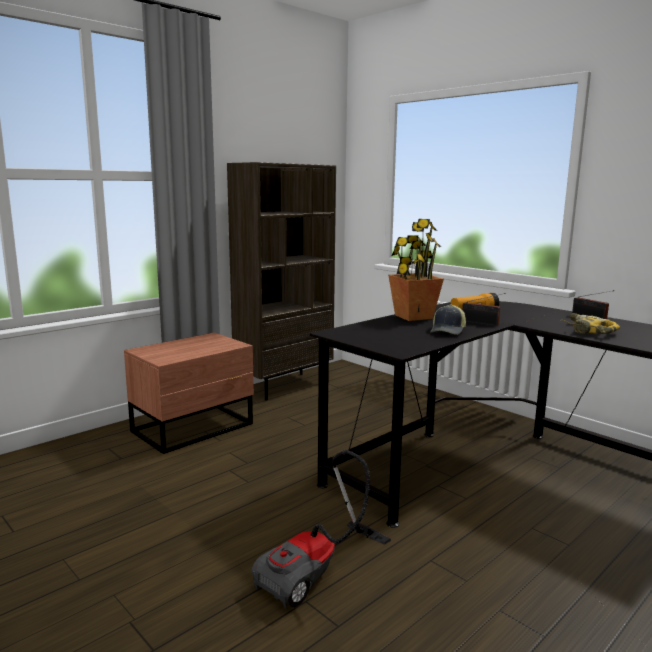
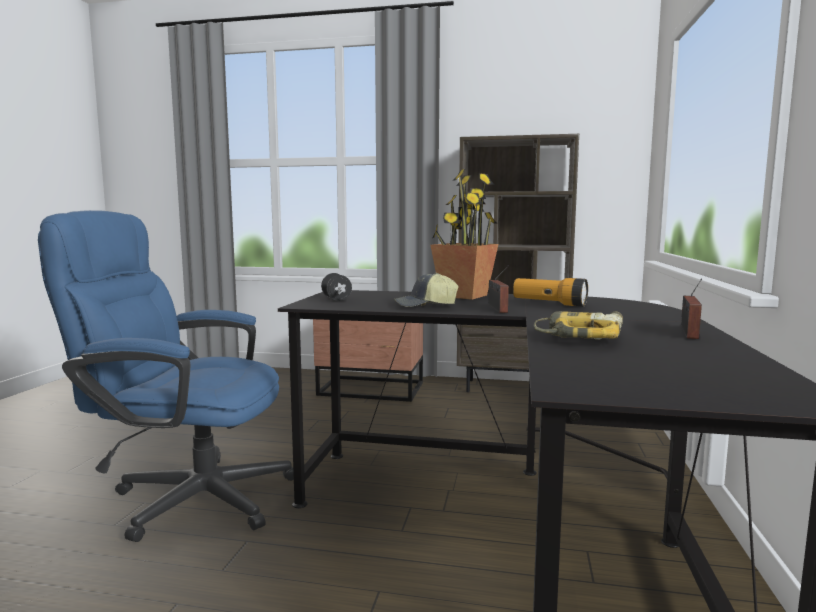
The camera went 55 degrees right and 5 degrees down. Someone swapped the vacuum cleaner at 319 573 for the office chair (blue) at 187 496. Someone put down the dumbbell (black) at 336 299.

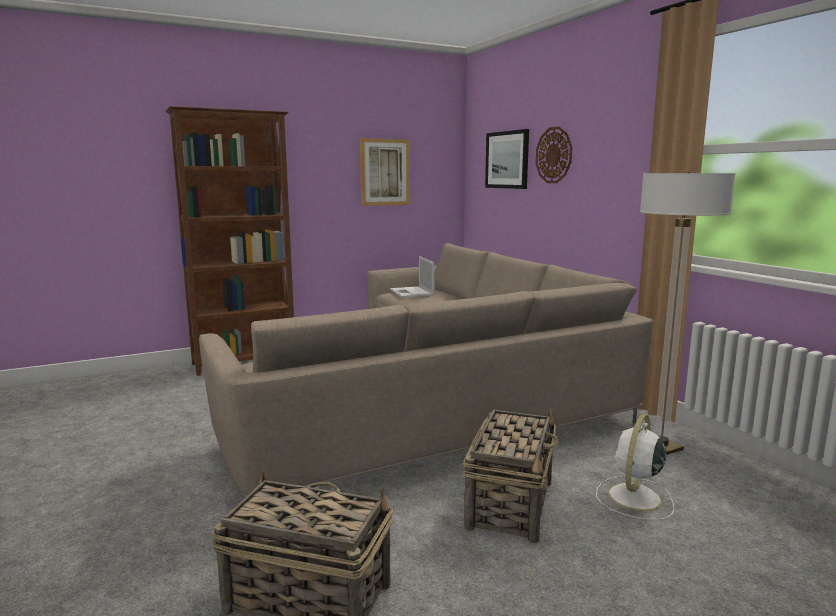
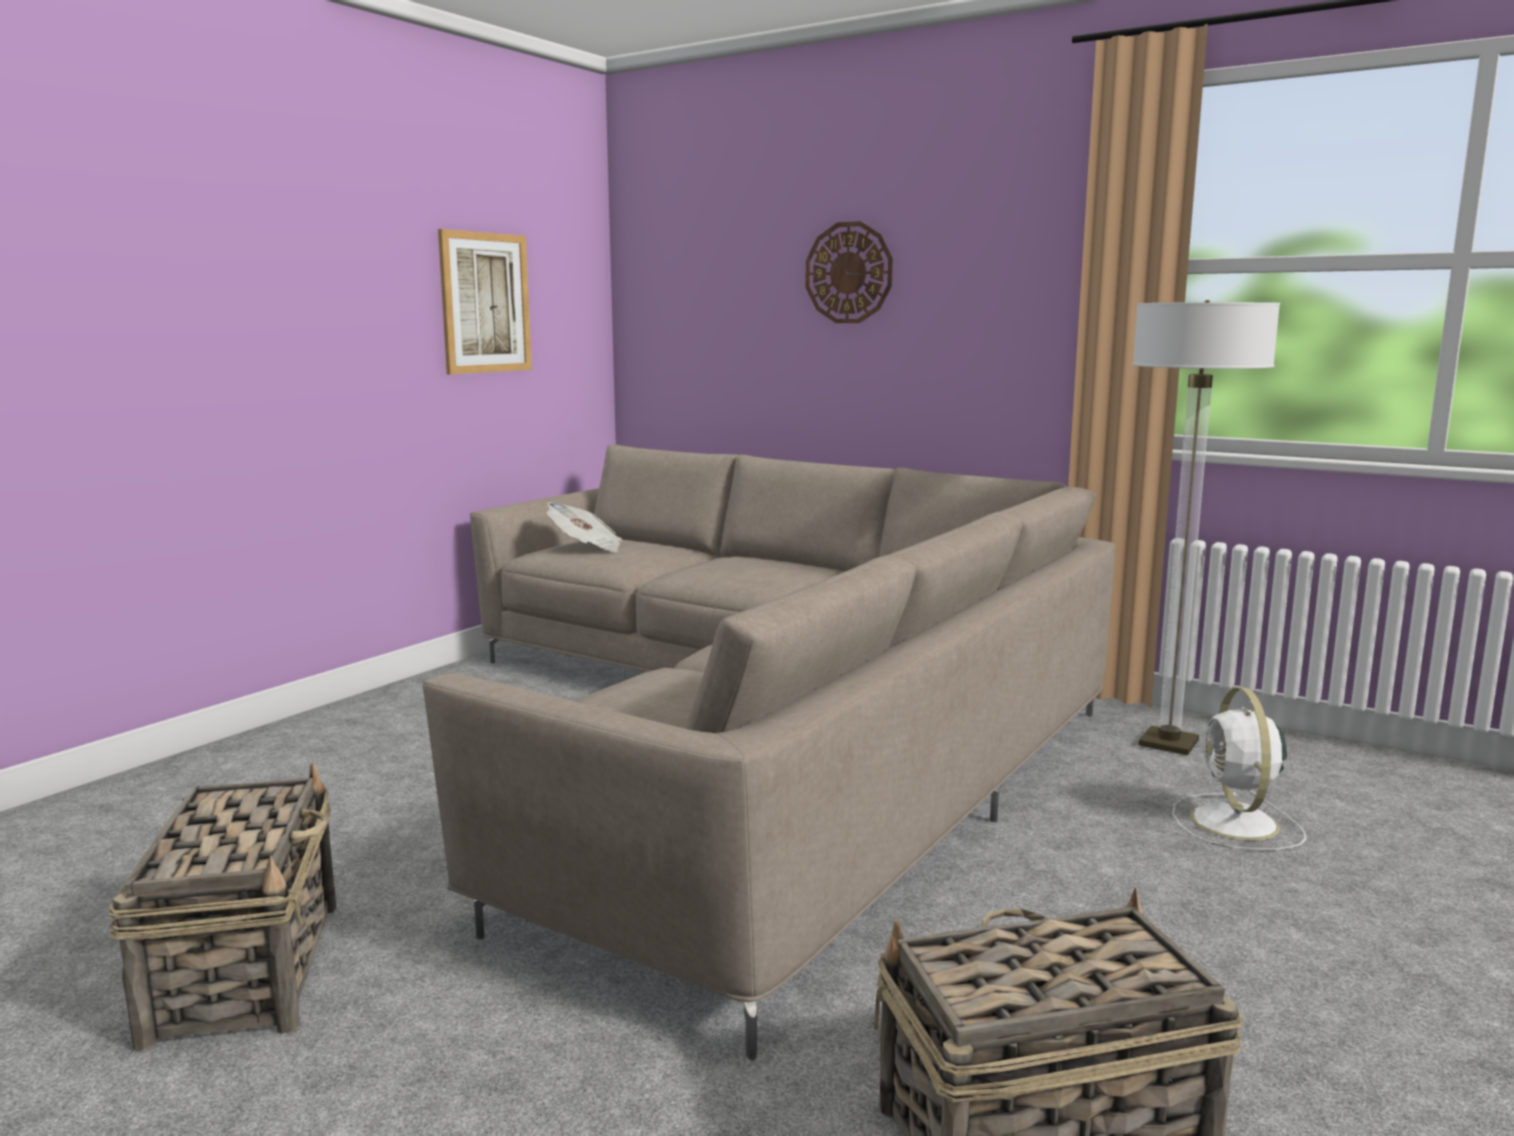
The camera went 30 degrees left and 0 degrees up. Someone took away the bookcase (brown) at 245 363. Someone took away the picture at 507 160. Someone swapped the laptop at 412 293 for the newspaper at 586 548. Someone carried the basket from 510 504 to 246 968.

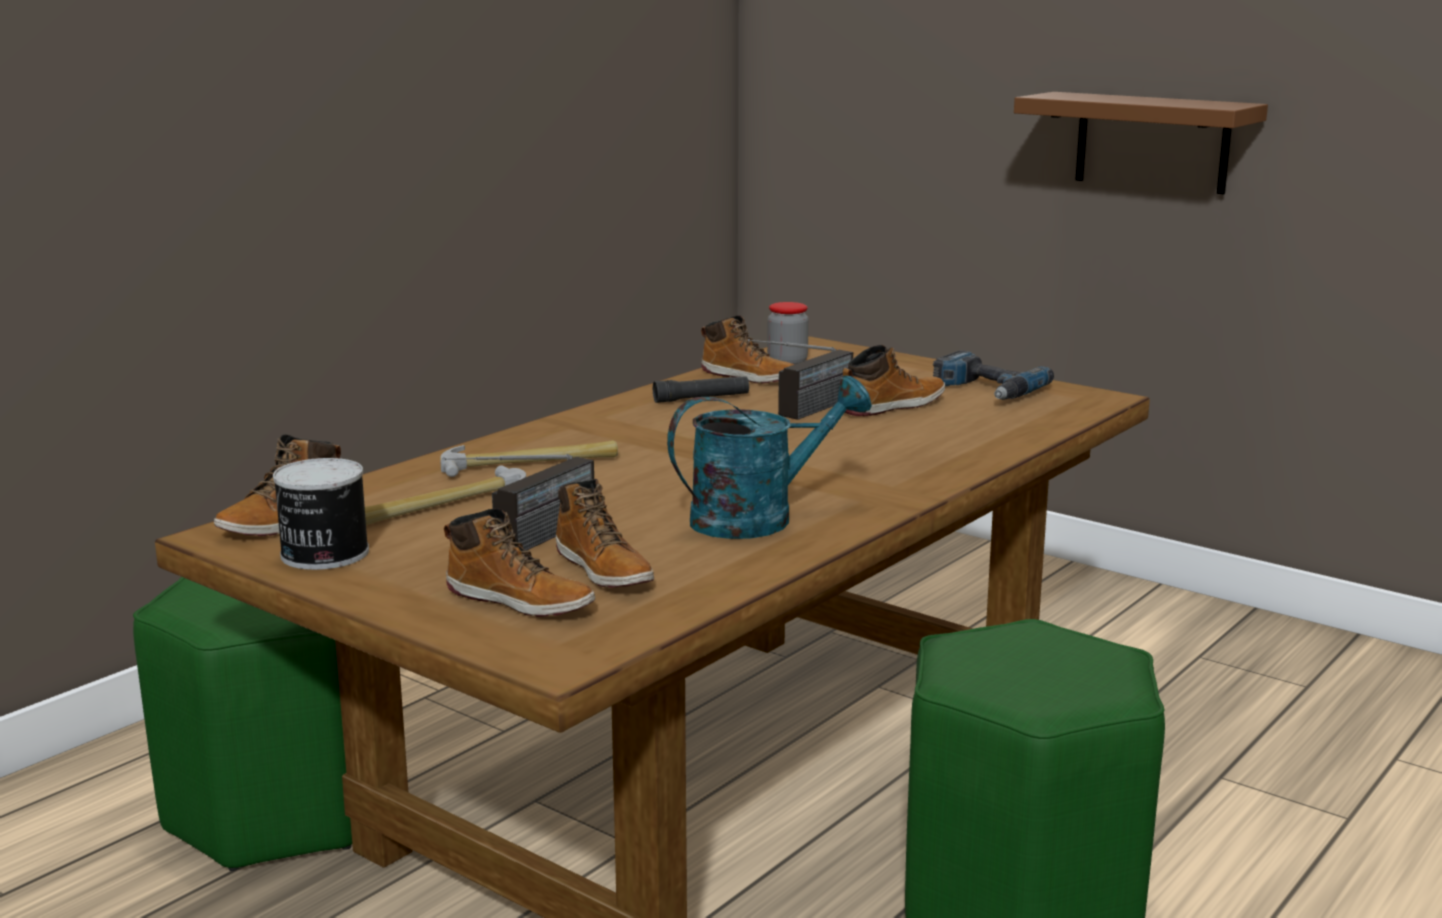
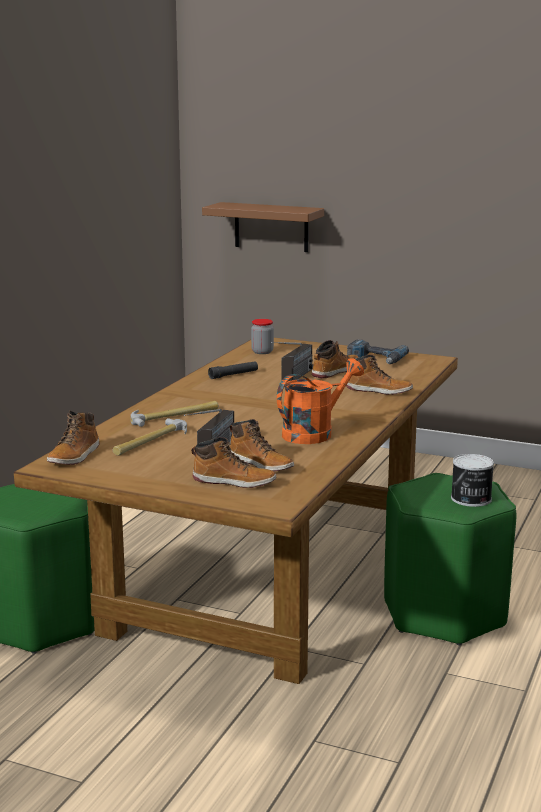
The camera went 15 degrees left and 0 degrees up. Someone carried the shelf (brown) from 1152 142 to 271 227. Someone carried the boot from 750 377 to 379 390. Someone repainted the watering can (turquoise) at 758 518, which became the watering can (orange) at 314 433. Someone carried the can from 323 554 to 471 499.

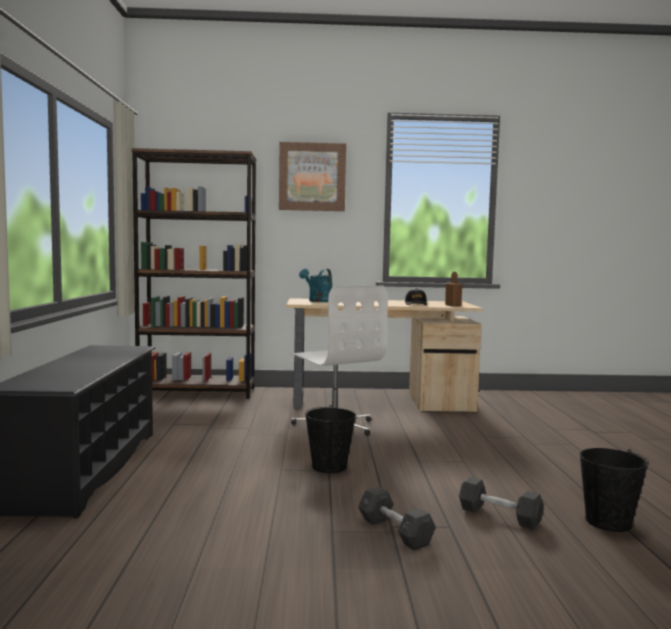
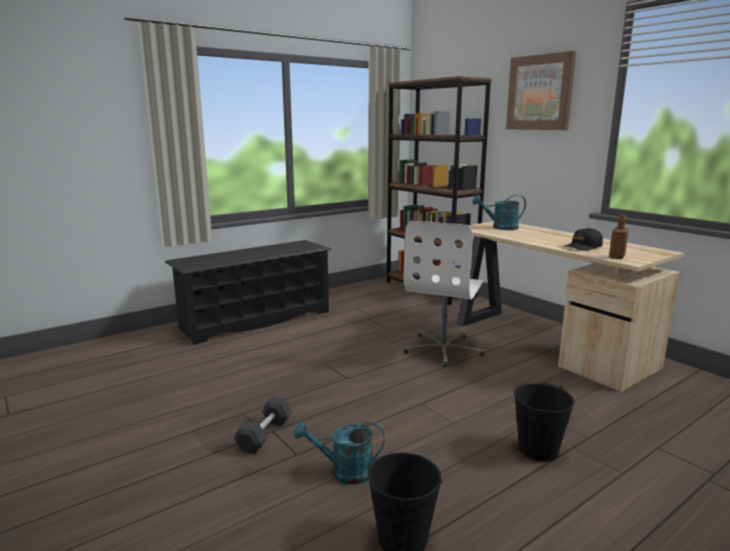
The camera went 55 degrees right and 10 degrees up. Someone carried the bucket (black) from 329 466 to 538 450. Someone swapped the dumbbell (grey) at 499 516 for the watering can (turquoise) at 344 472.

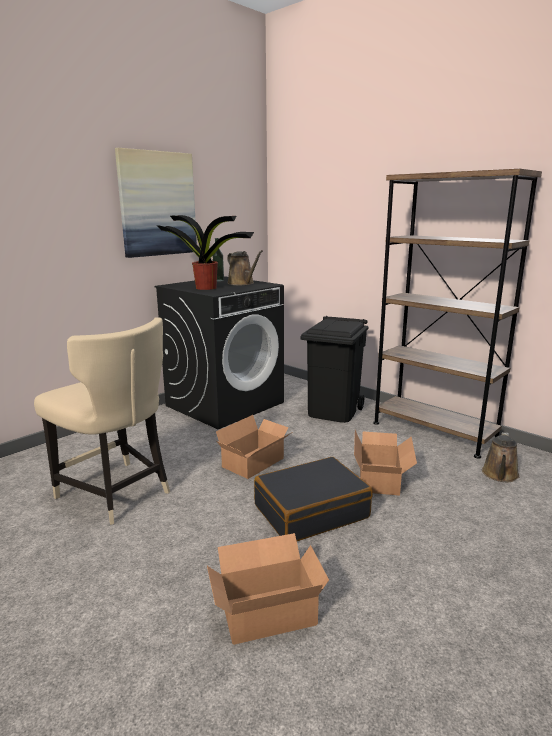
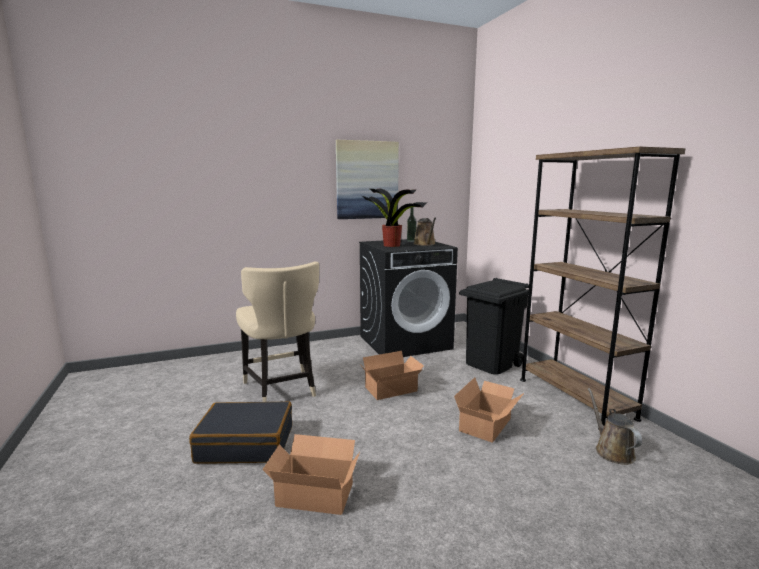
The camera went 25 degrees right and 5 degrees down. Someone rotated the watering can (brown) at 500 475 by 120 degrees clockwise. Someone carried the suitcase (black) from 311 511 to 246 444.

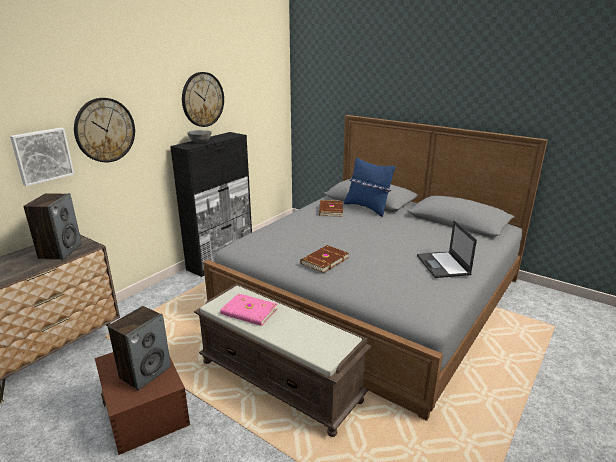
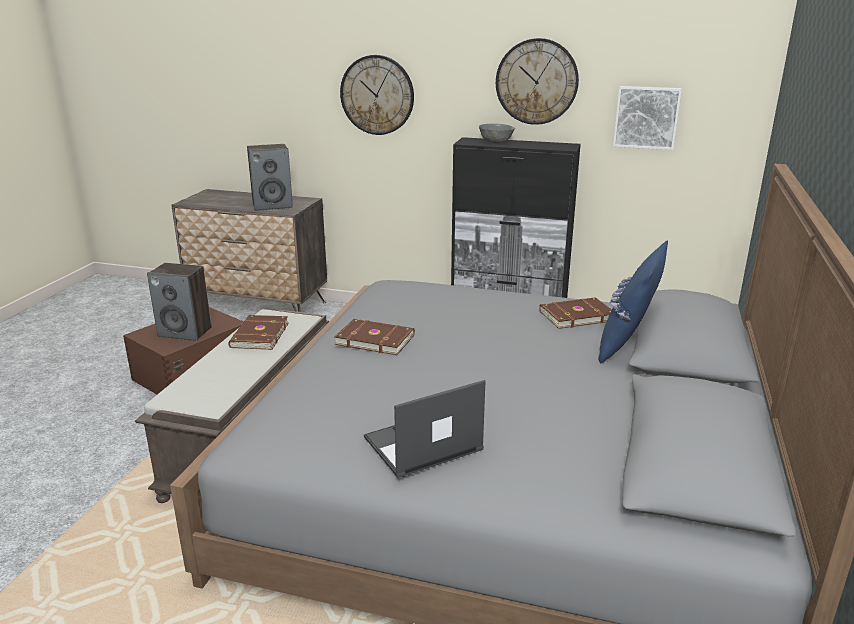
The camera went 70 degrees right and 0 degrees up. Someone carried the picture from 42 155 to 646 117. Someone repainted the book (pink) at 249 312, which became the book (brown) at 258 335.

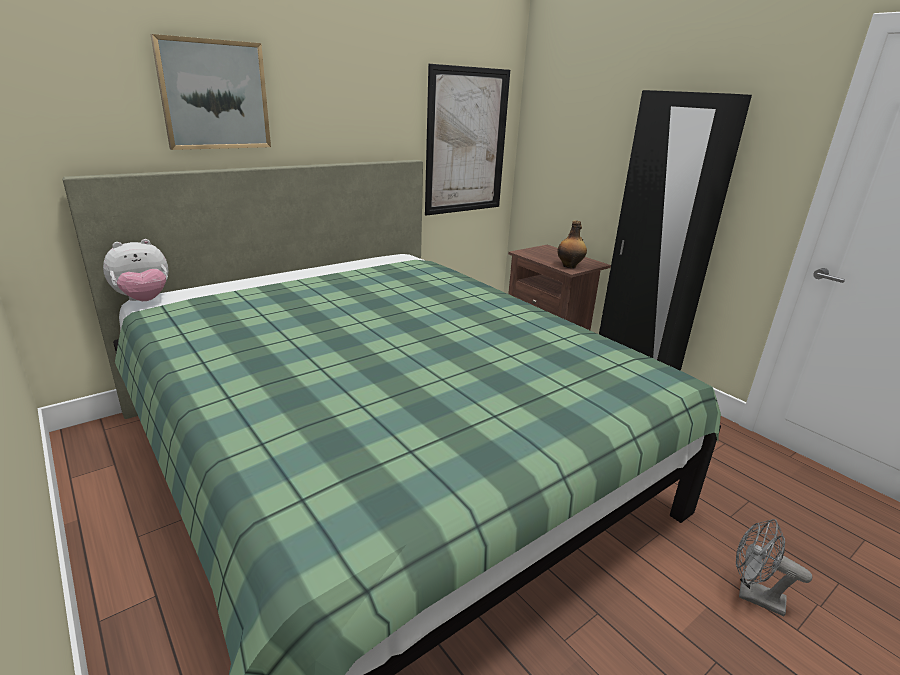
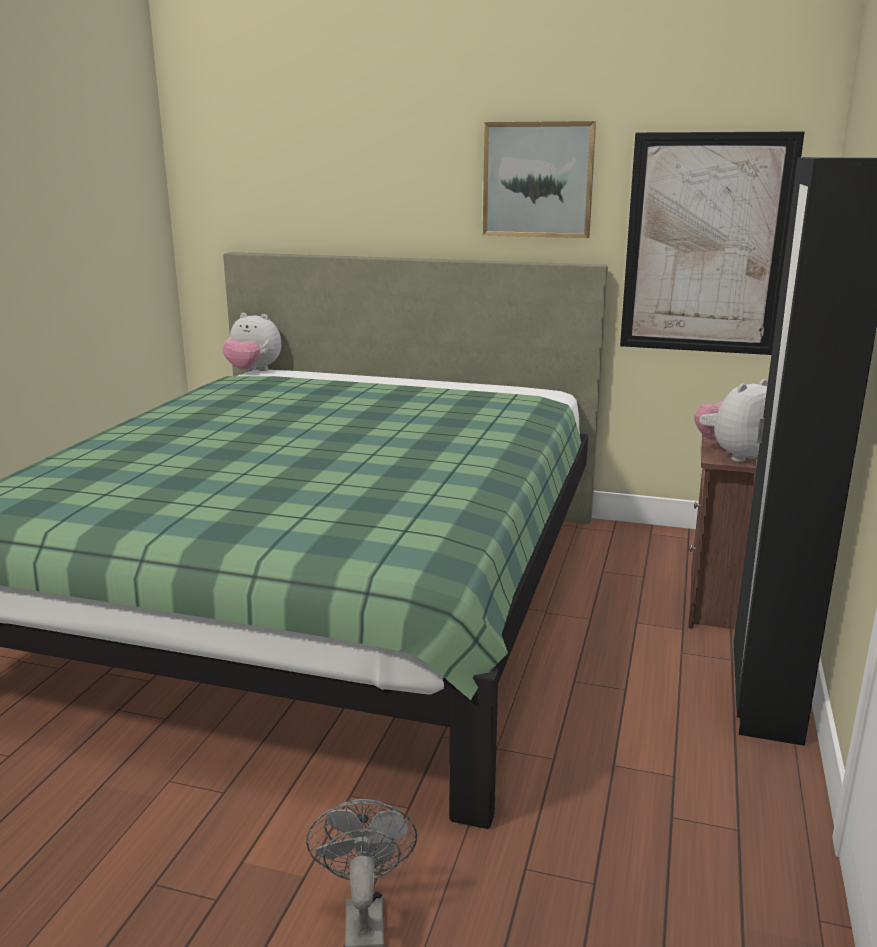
The camera went 55 degrees right and 5 degrees down. Someone carried the picture from 214 95 to 538 180. Someone swapped the bottle at 570 266 for the plush toy at 734 455.

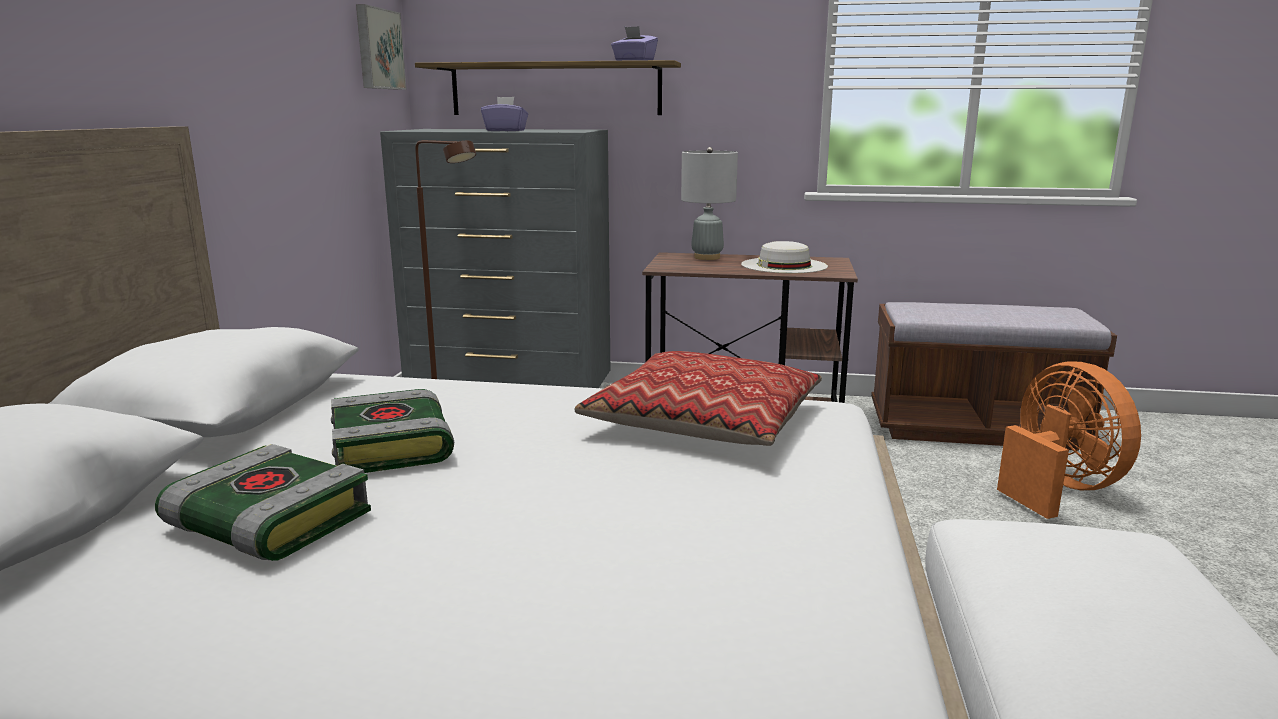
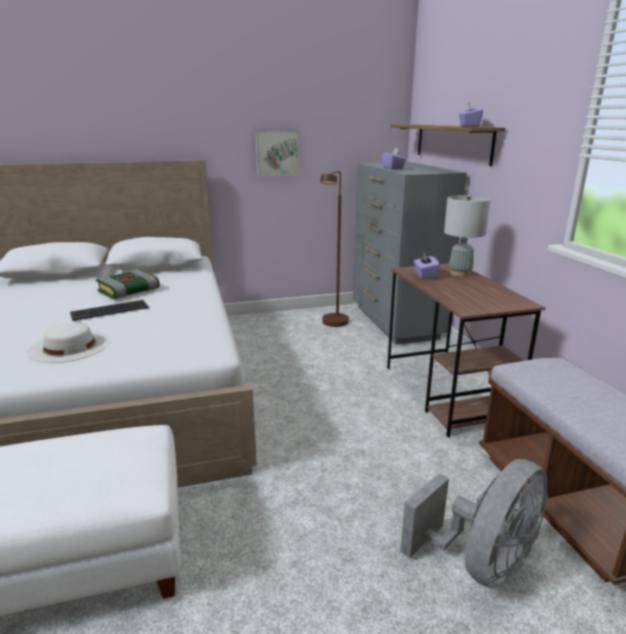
The camera went 65 degrees right and 5 degrees up. Someone carried the picture from 378 49 to 277 153. Someone carried the hat (white) from 784 265 to 69 346. Someone took away the pillow at 703 420. Someone repainted the fan (orange) at 1057 489, which became the fan (grey) at 481 562. Someone took away the book at 265 522. Someone put down the tissue box (purple) at 425 275. Someone put down the keyboard at 110 310.

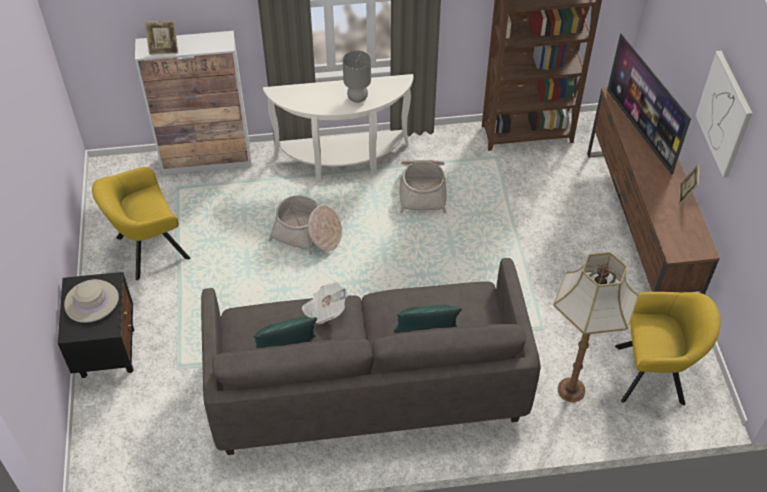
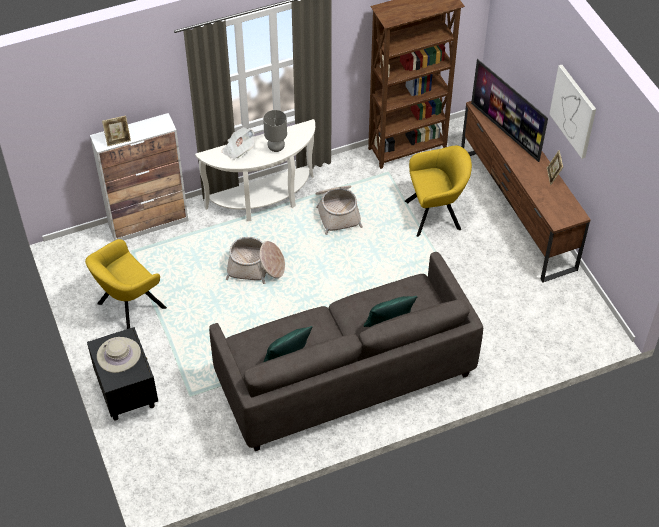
The camera went 15 degrees left and 0 degrees up. Someone took away the floor lamp at 571 391. Someone carried the newspaper from 324 310 to 238 150. Someone carried the armchair (yellow) from 655 375 to 436 214.

